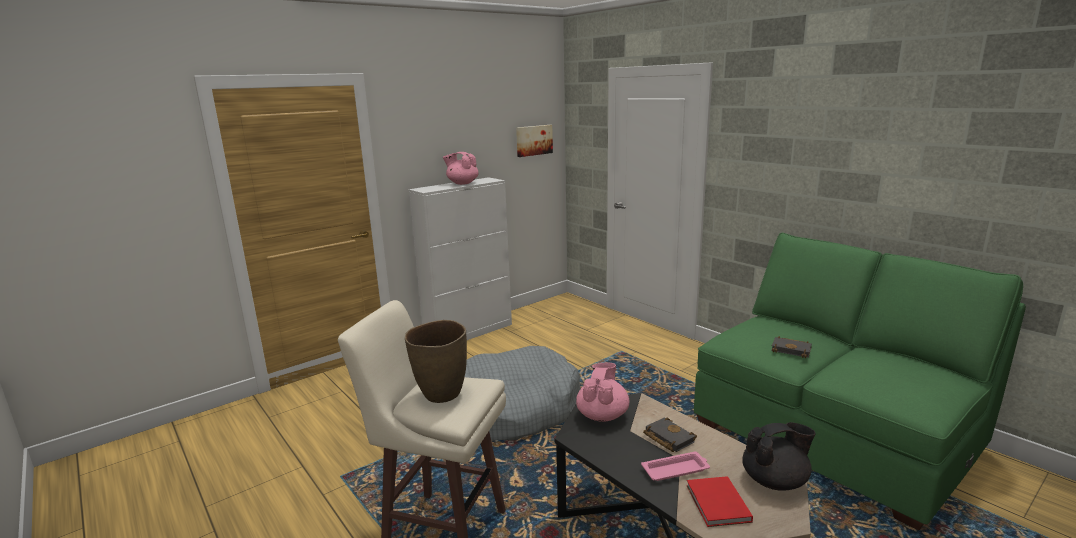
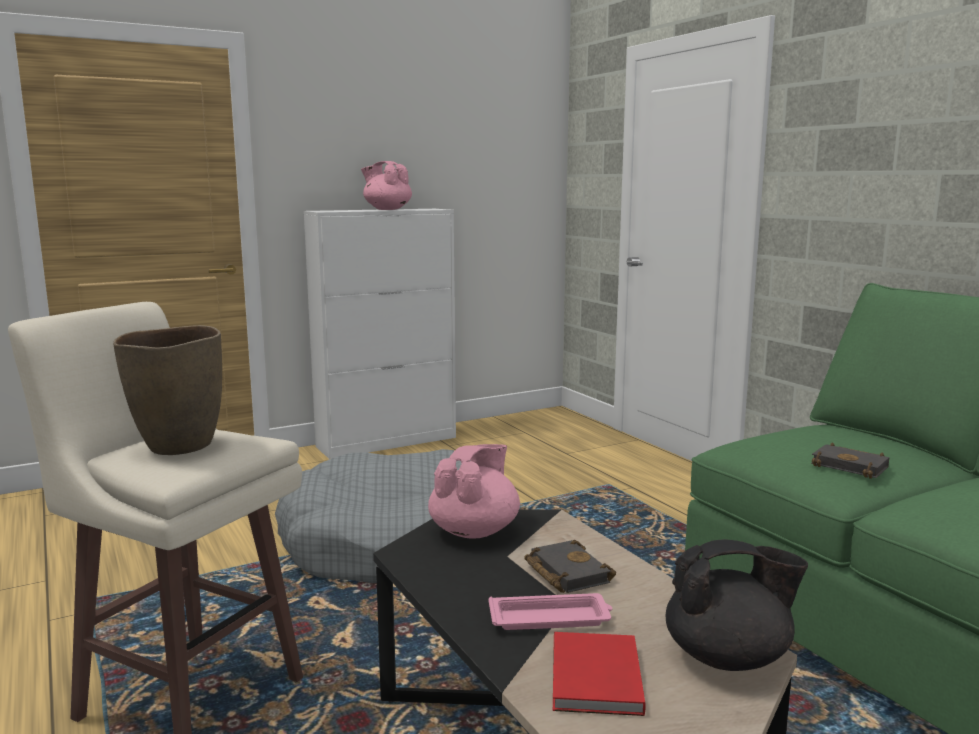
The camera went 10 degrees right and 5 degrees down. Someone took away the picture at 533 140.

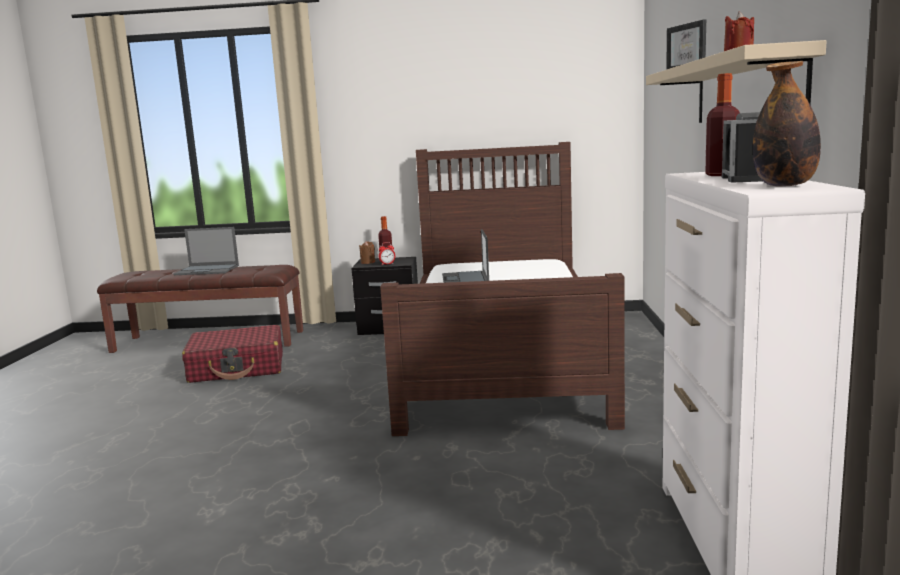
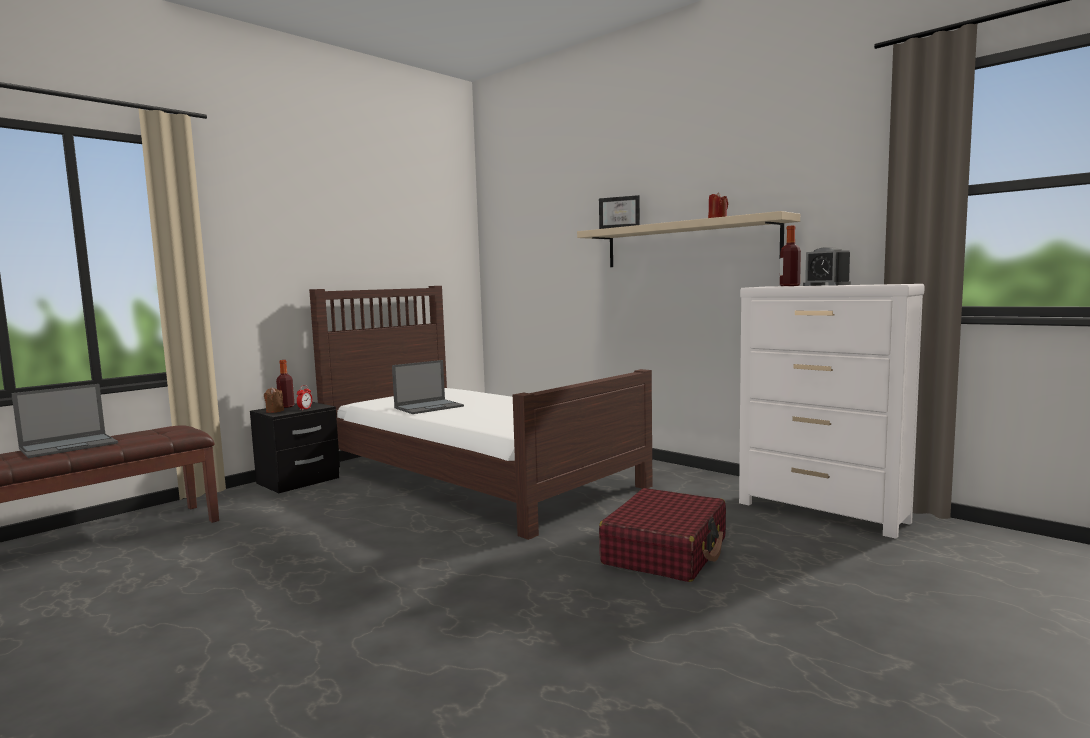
The camera went 50 degrees left and 5 degrees down. Someone took away the bottle at 785 185. Someone rotated the laptop at 465 279 by 75 degrees counterclockwise. Someone carried the suitcase (red) from 237 368 to 666 551.

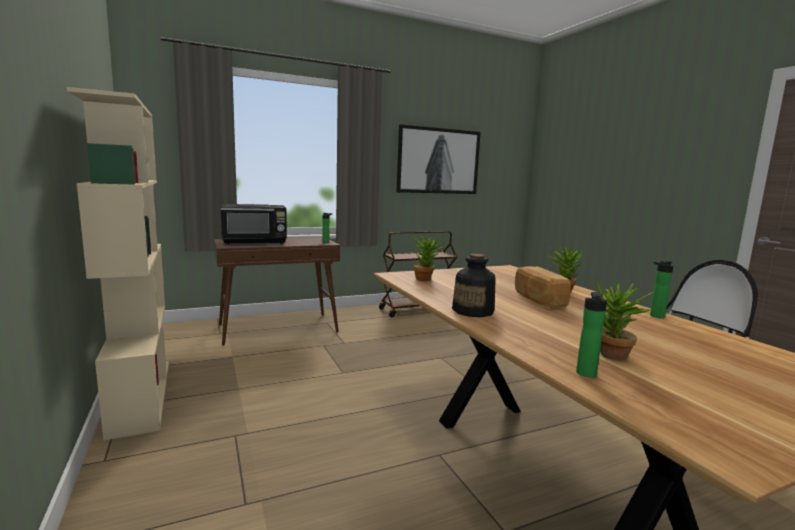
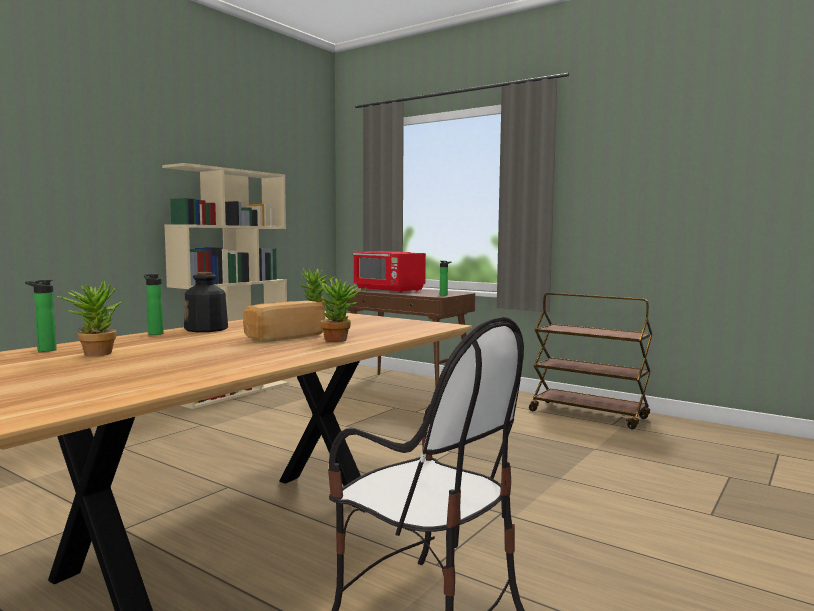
The camera went 60 degrees right and 5 degrees down. Someone took away the picture at 438 161. Someone repainted the microwave (black) at 255 242, which became the microwave (red) at 389 290. Someone carried the bottle from 655 316 to 154 333.

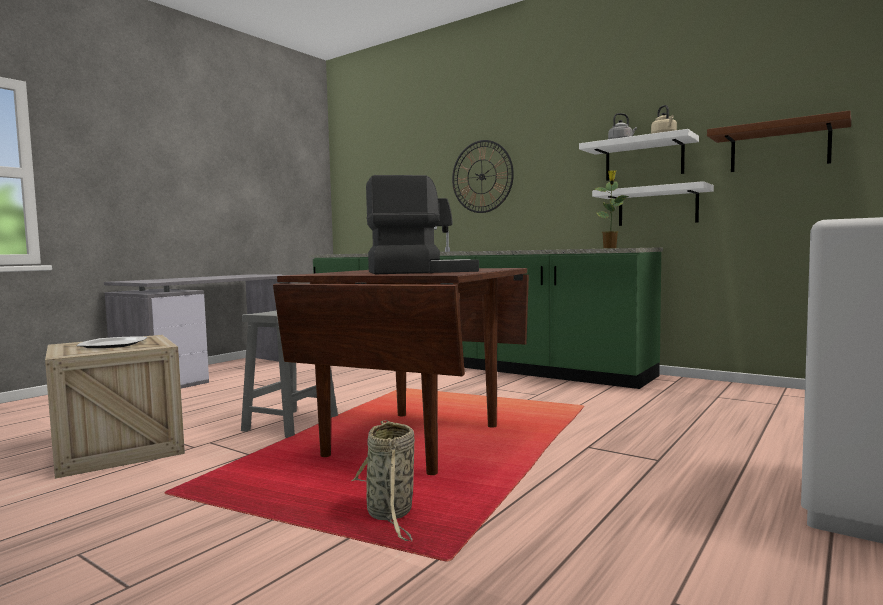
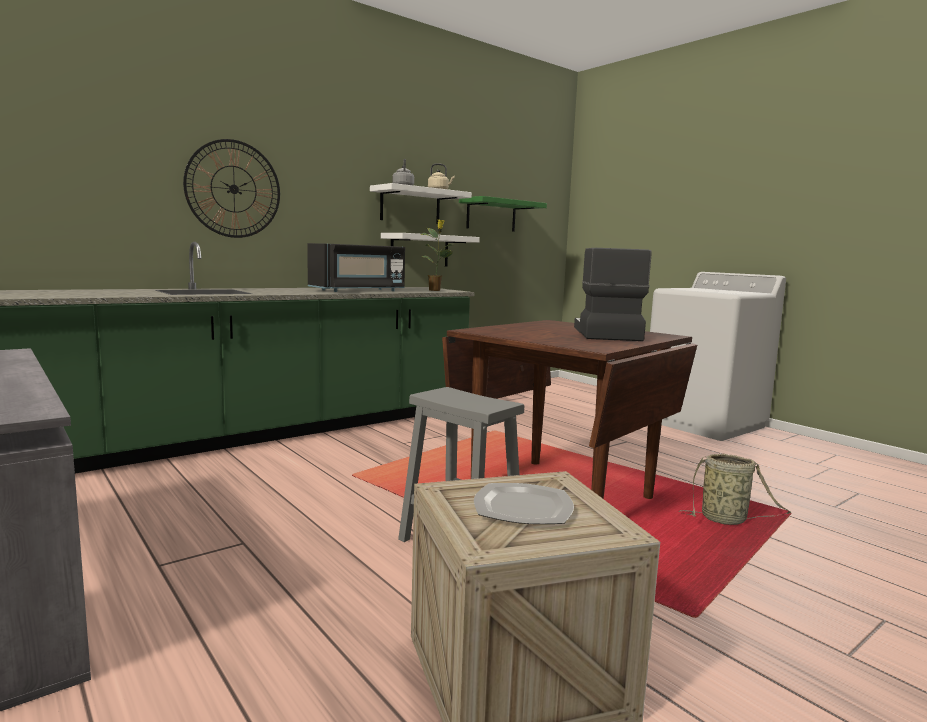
The camera went 75 degrees left and 5 degrees up. Someone repainted the shelf (brown) at 779 148, which became the shelf (green) at 491 215. Someone put down the microwave (black) at 358 290.

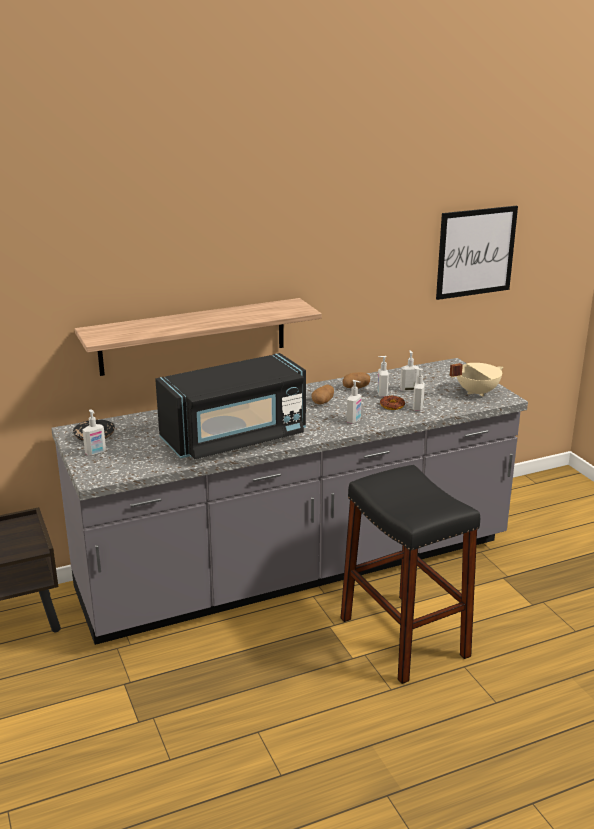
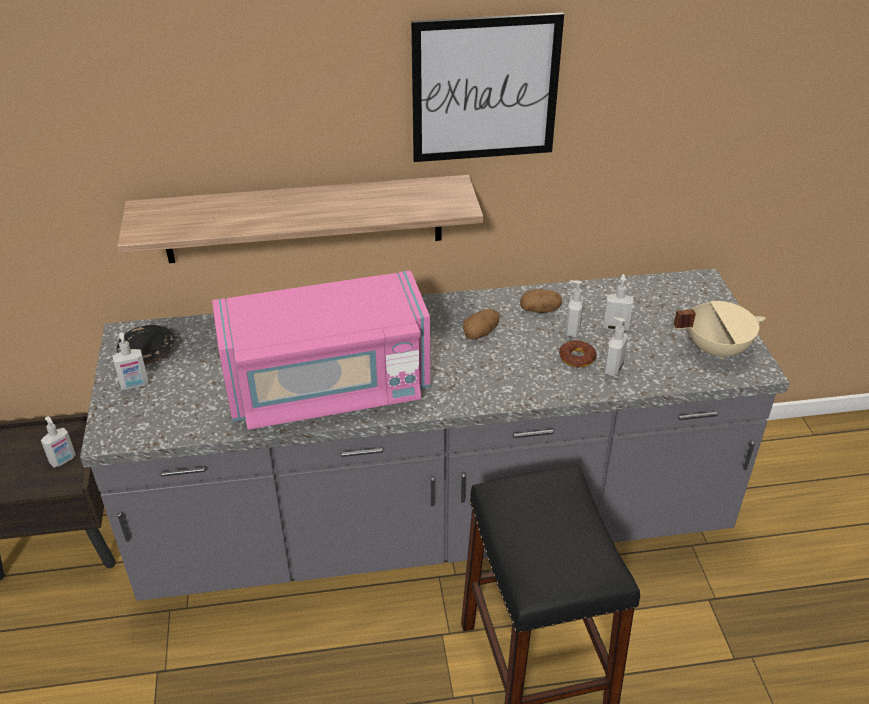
The camera went 15 degrees right and 15 degrees up. Someone carried the picture from 476 252 to 485 89. Someone repainted the microwave (black) at 235 438, which became the microwave (pink) at 328 388. Someone carried the soap dispenser from 354 421 to 63 460.

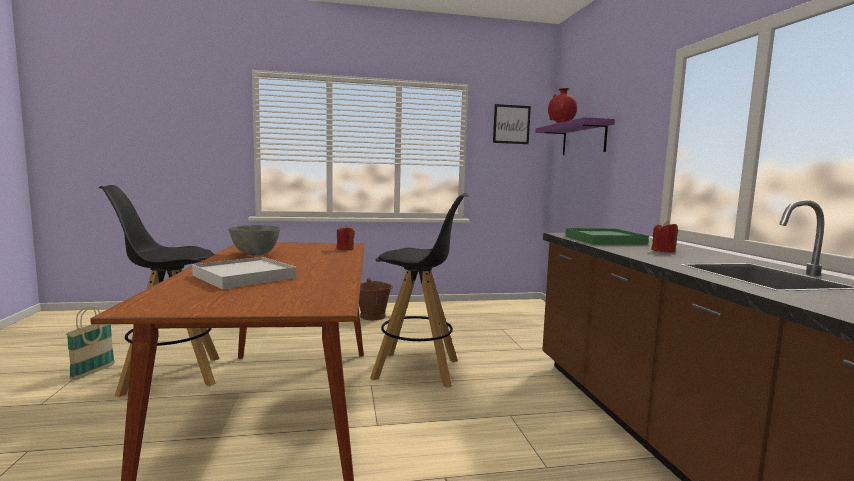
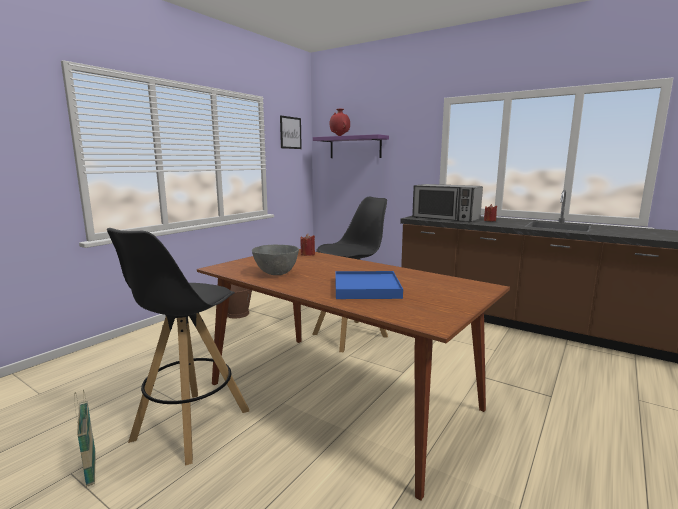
The camera went 45 degrees left and 5 degrees up. Someone swapped the tray (green) at 604 240 for the microwave at 445 218. Someone repainted the tray (white) at 244 277, which became the tray (blue) at 366 288.

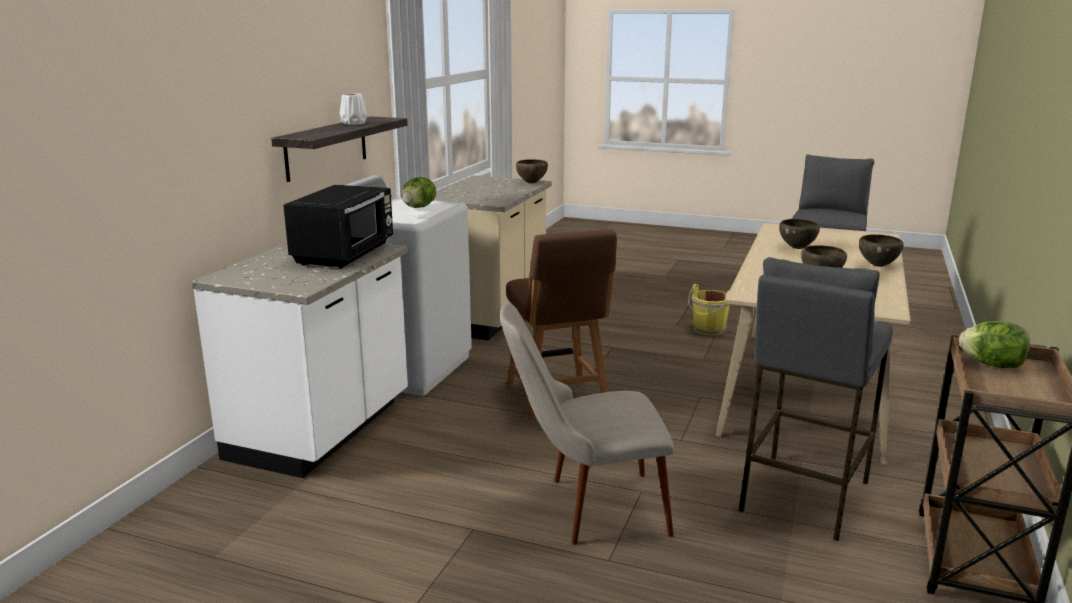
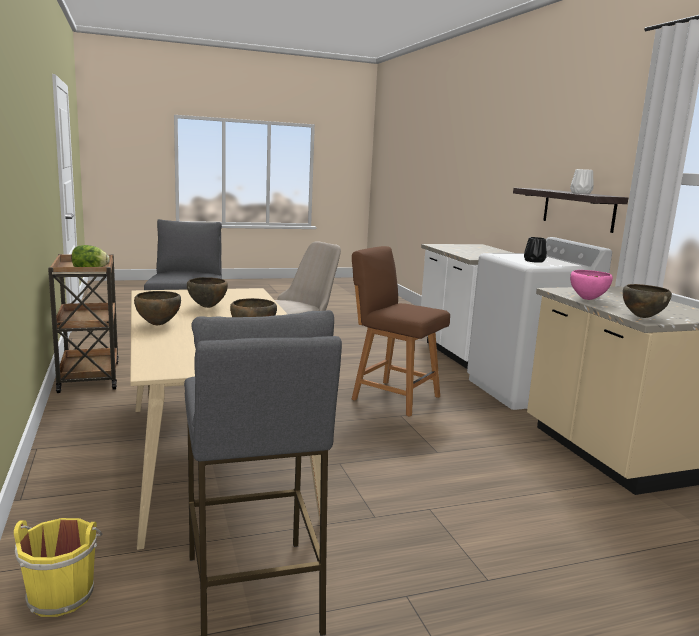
The camera went 140 degrees right and 5 degrees down. Someone swapped the lettuce at 418 207 for the vase (black) at 534 261. Someone took away the microwave (black) at 345 254. Someone carried the bucket (yellow) from 708 330 to 61 594. Someone put down the bowl (pink) at 587 299.

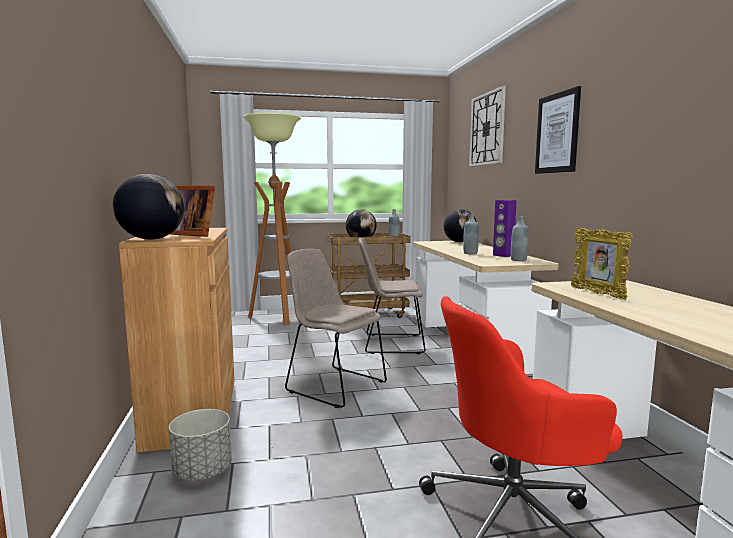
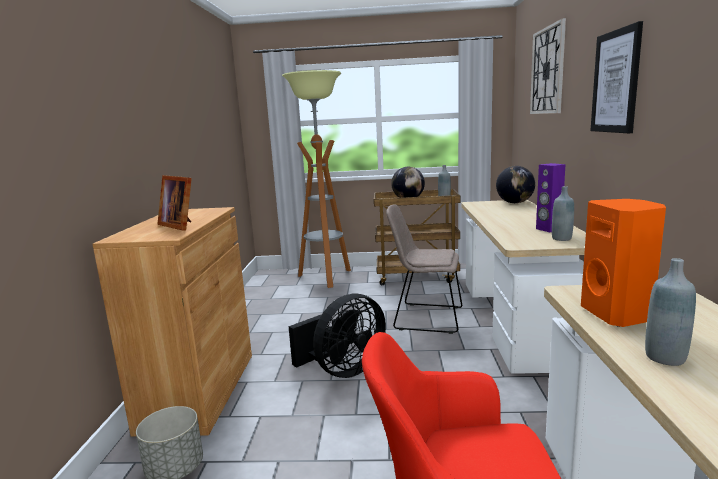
The camera went 15 degrees right and 5 degrees up. Someone took away the globe at 151 239. Someone carried the bottle (grey) from 470 253 to 665 357. Someone swapped the picture frame at 598 294 for the speaker (orange) at 618 315. Someone swapped the chair (beige) at 334 385 for the fan (black) at 343 370.

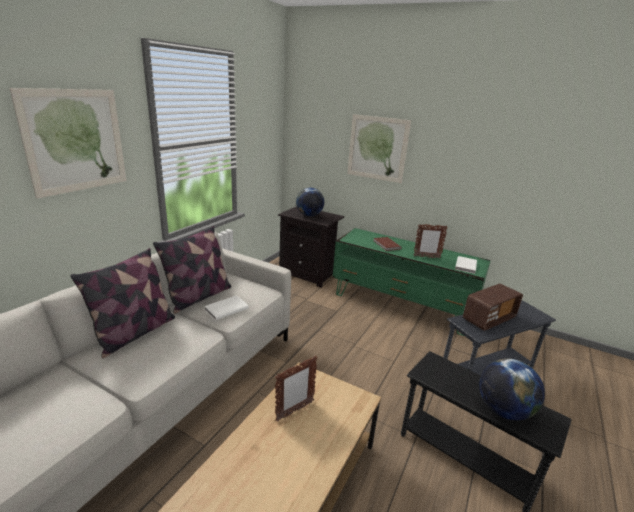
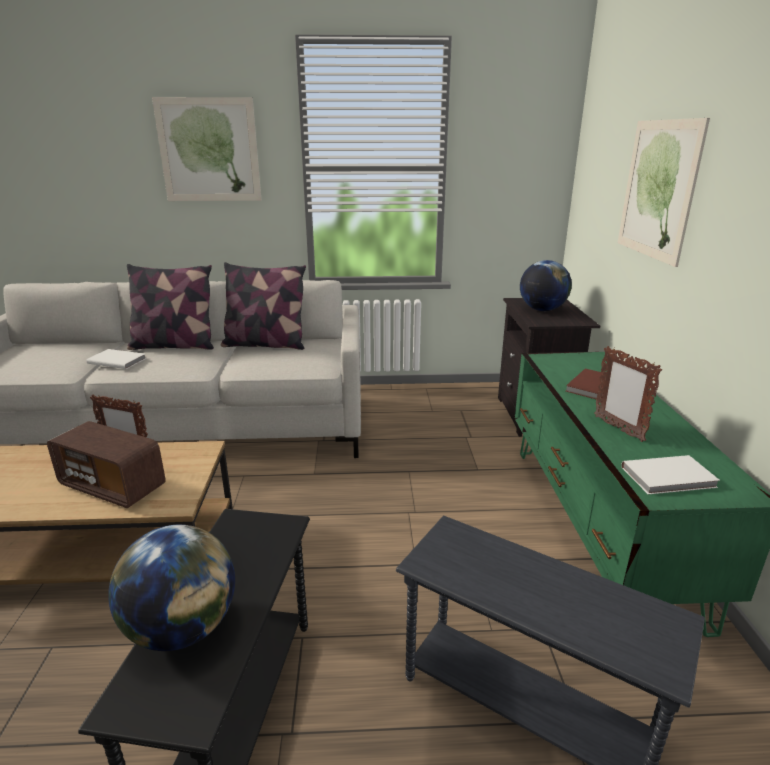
The camera went 60 degrees right and 0 degrees up. Someone carried the radio from 488 319 to 113 487. Someone carried the book (white) from 225 309 to 117 360.

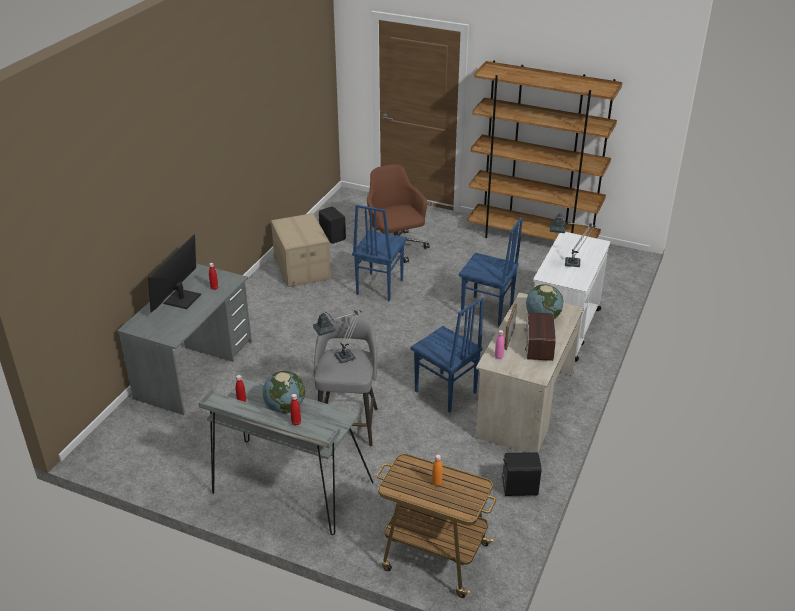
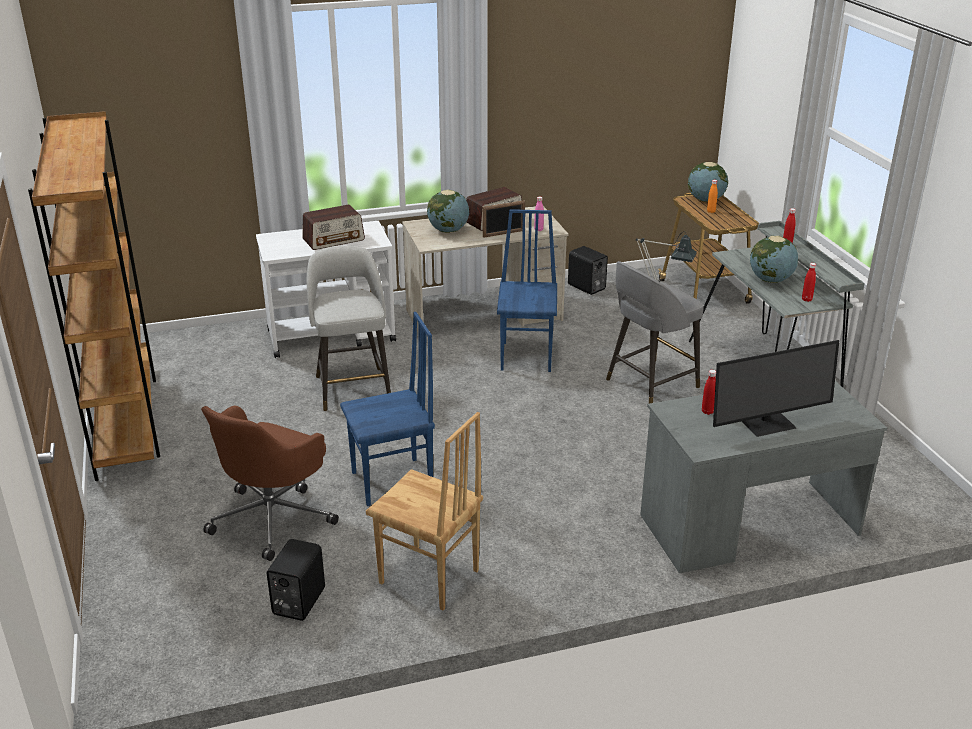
The camera went 130 degrees left and 5 degrees down. Someone swapped the cardboard box at 301 268 for the chair (brown) at 429 578. Someone swapped the table lamp at 567 263 for the radio at 334 240. Someone swapped the chair (blue) at 487 311 for the stool (grey) at 352 387. Someone put down the globe at 705 200.

